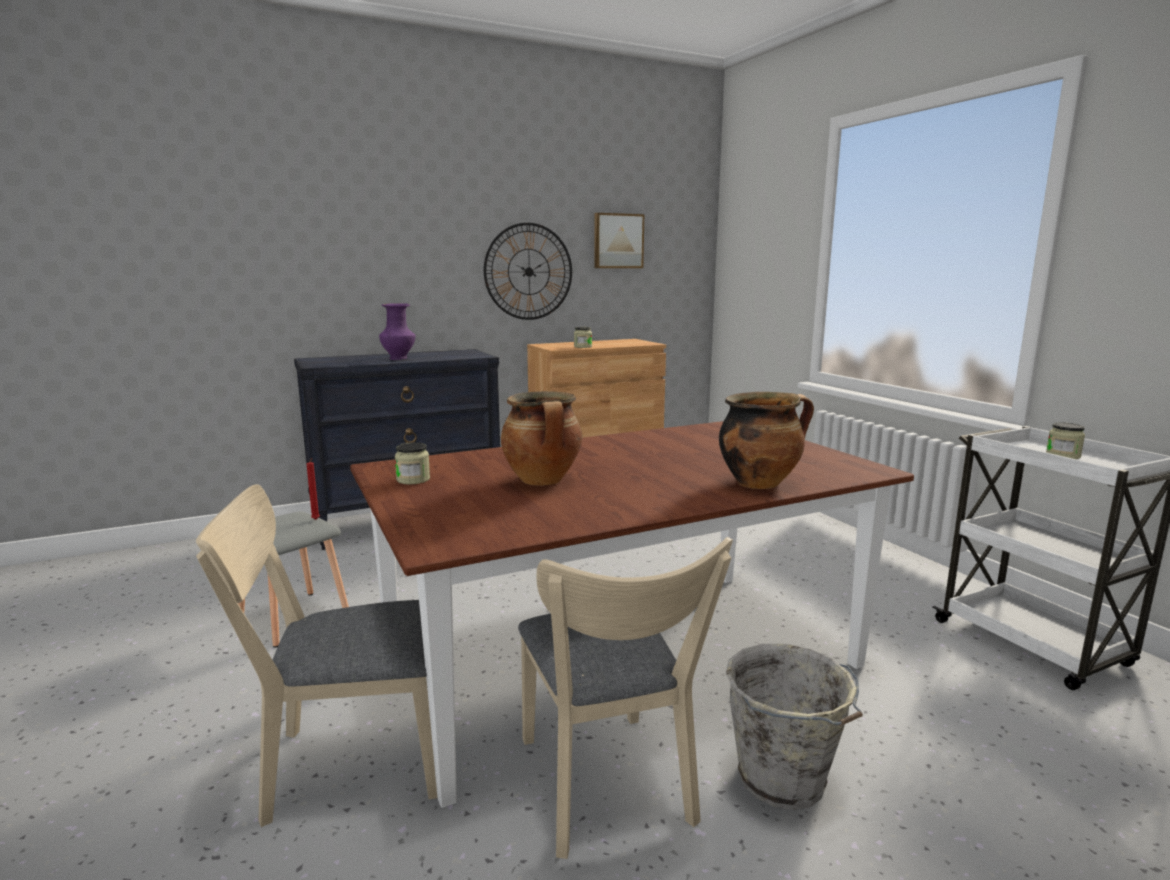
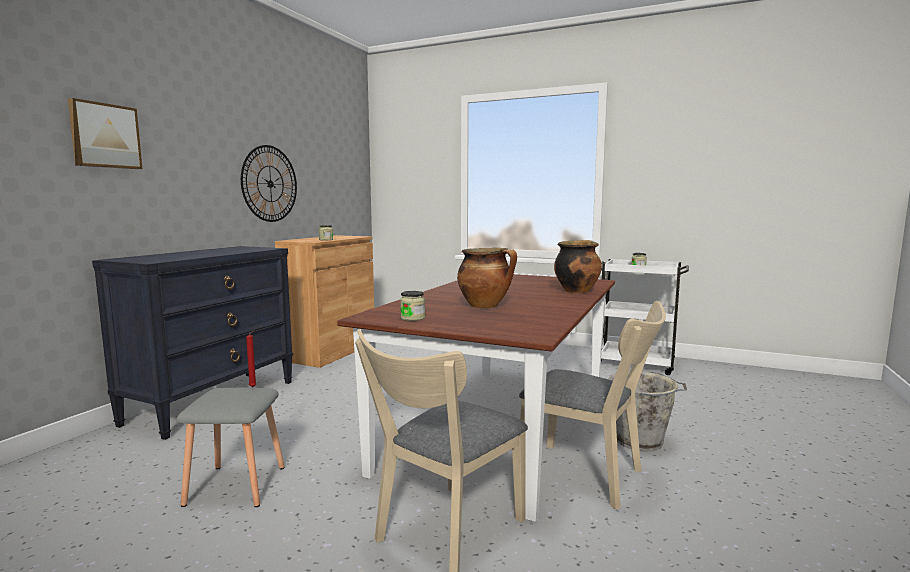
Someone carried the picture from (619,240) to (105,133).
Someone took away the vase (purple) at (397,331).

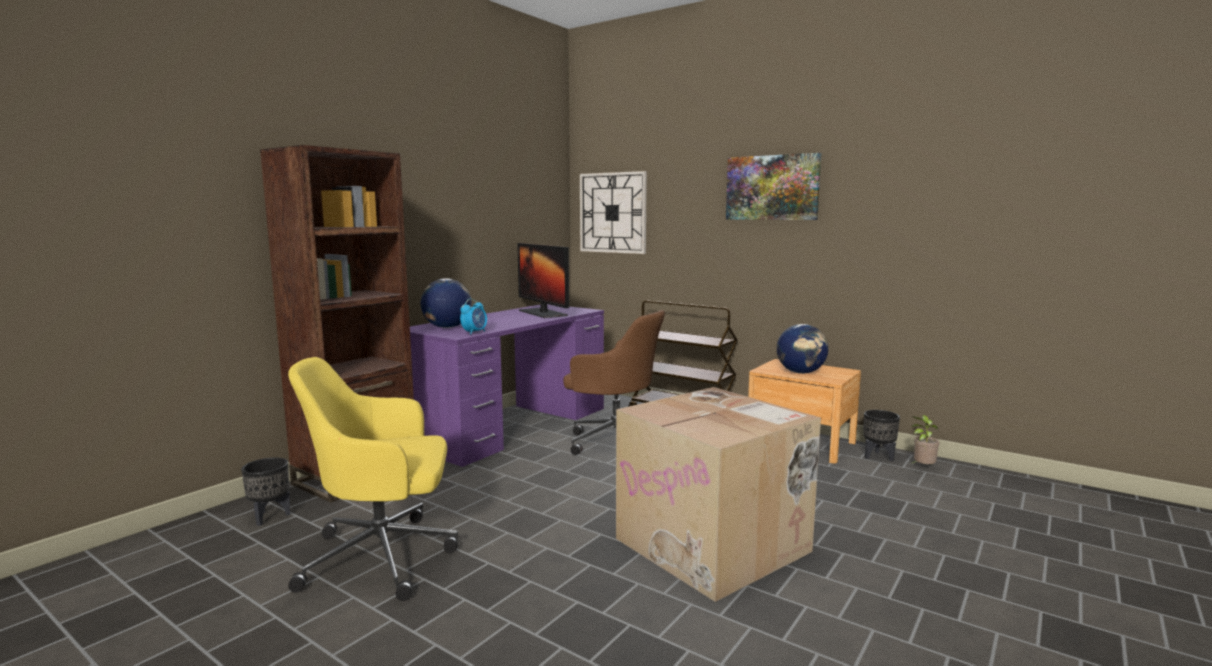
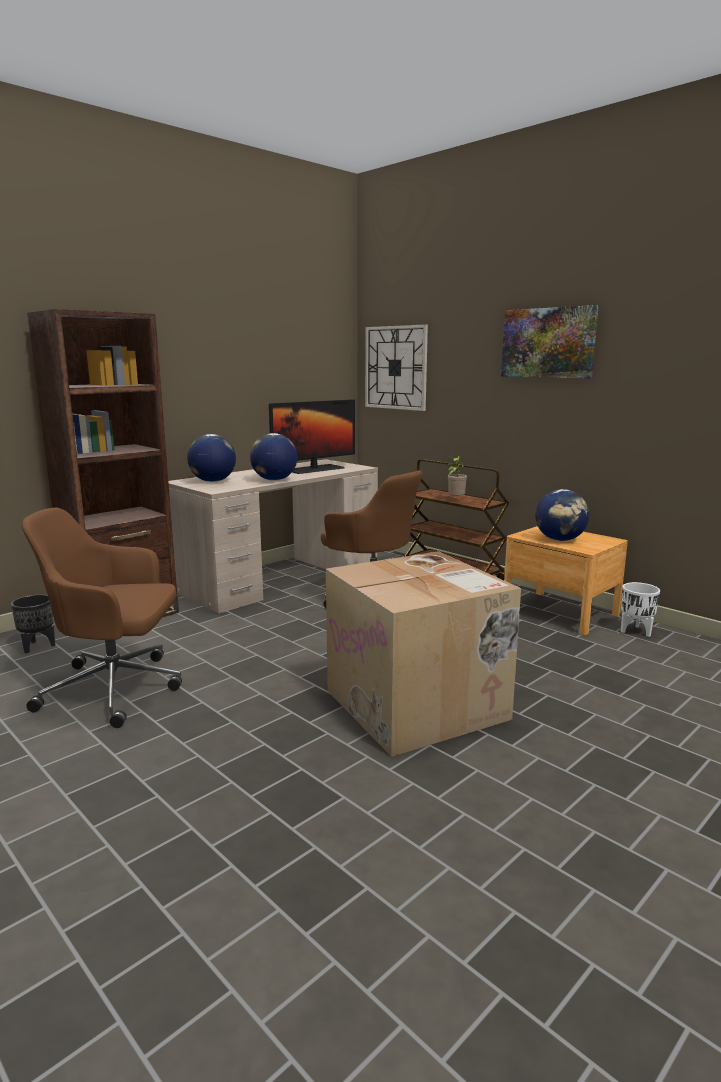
Someone rotated the monitor at (543,280) by 105 degrees counterclockwise.
Someone took away the alarm clock at (473,316).
Someone repainted the desk (purple) at (507,385), which became the desk (beige) at (273,536).
Someone repainted the office chair (yellow) at (373,479), which became the office chair (brown) at (102,618).
Someone repainted the planter (black) at (881,435), which became the planter (white) at (640,609).
Someone carried the potted plant from (925,439) to (457,477).
Someone put down the globe at (273,457).

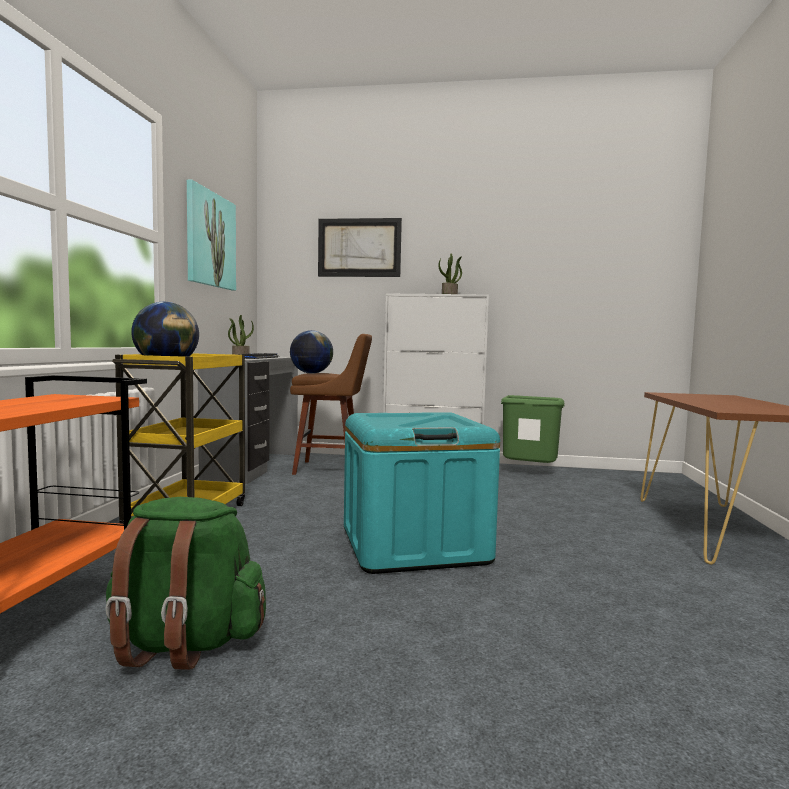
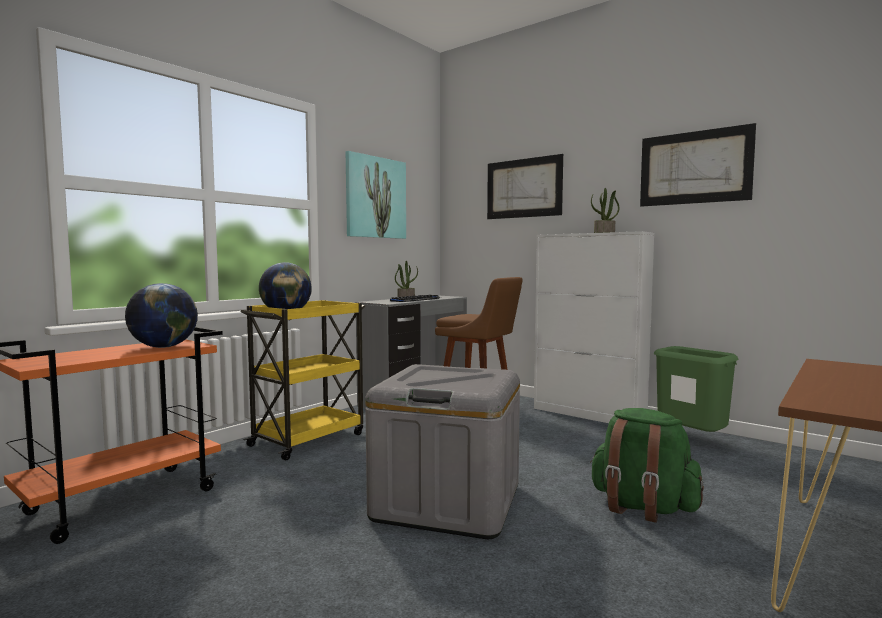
Someone carried the globe from (311,352) to (161,315).
Someone repainted the storage box (turquoise) at (422,493), which became the storage box (grey) at (442,451).
Someone carried the backpack (green) from (185,583) to (647,465).
Someone put up the picture at (698,165).

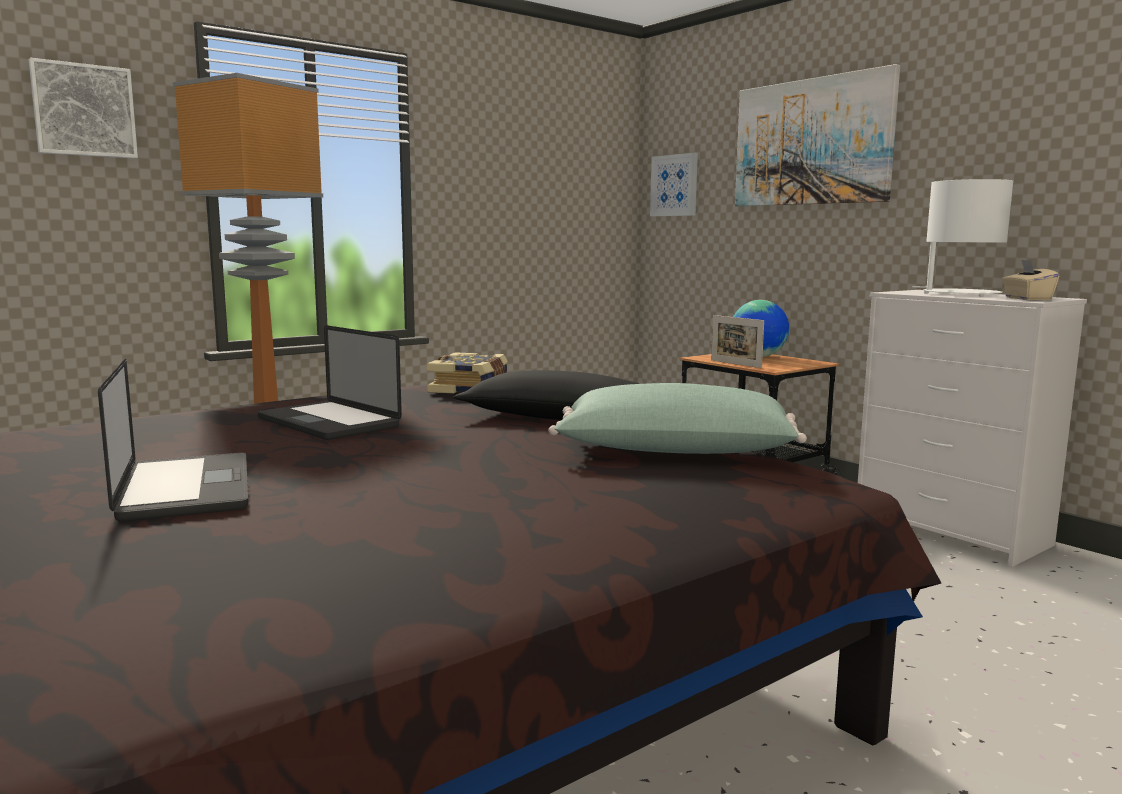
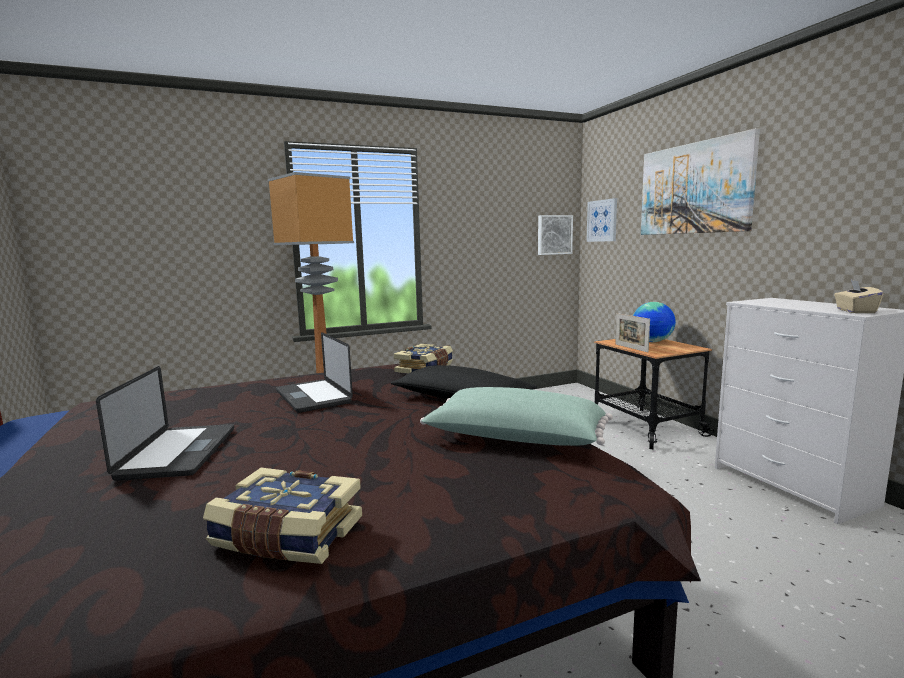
Someone carried the picture from (83,108) to (555,235).
Someone took away the table lamp (white) at (963,238).
Someone put down the book at (282,516).

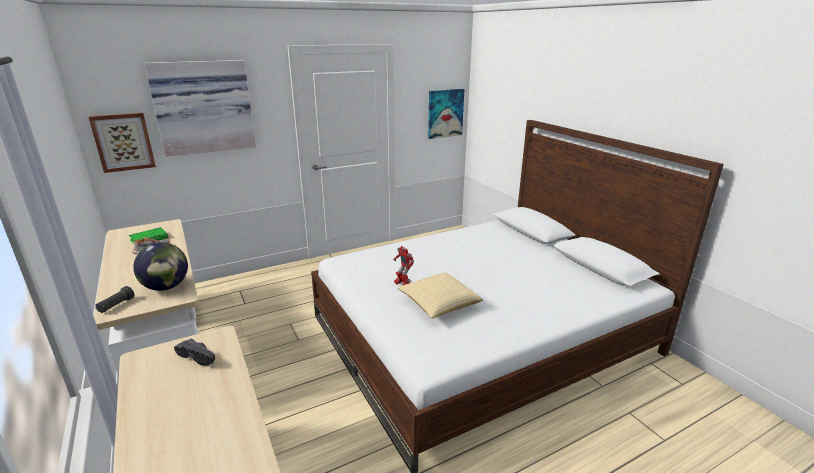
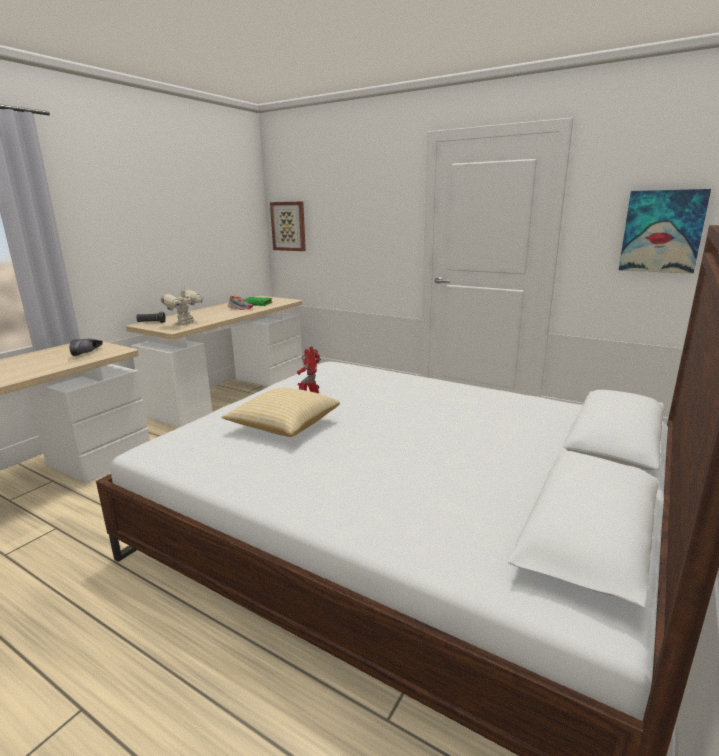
Someone took away the picture at (200,108).
Someone swapped the globe at (160,266) for the toy robot at (182,306).

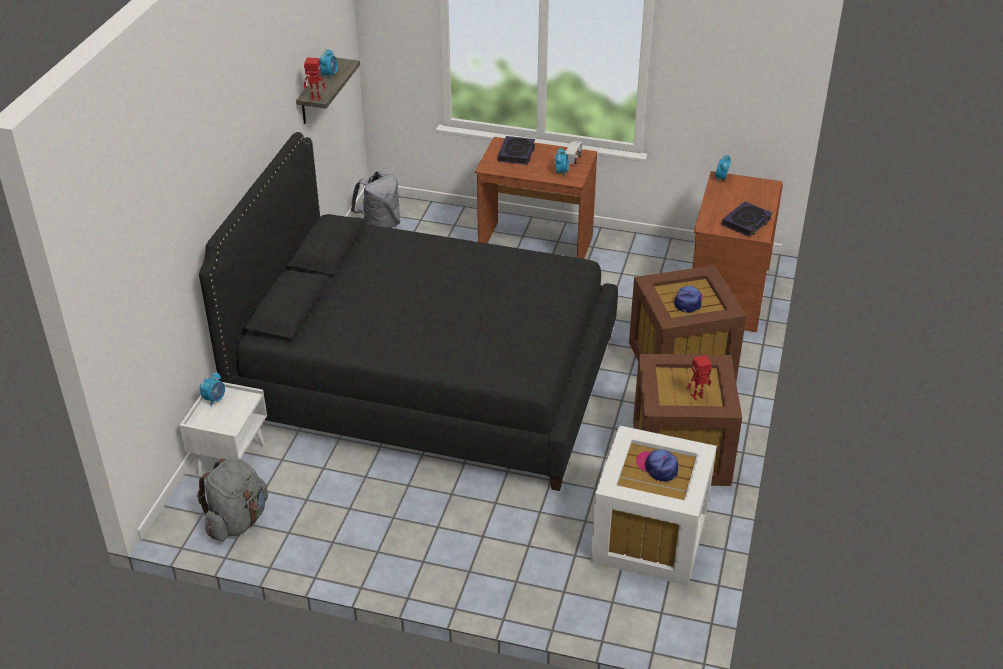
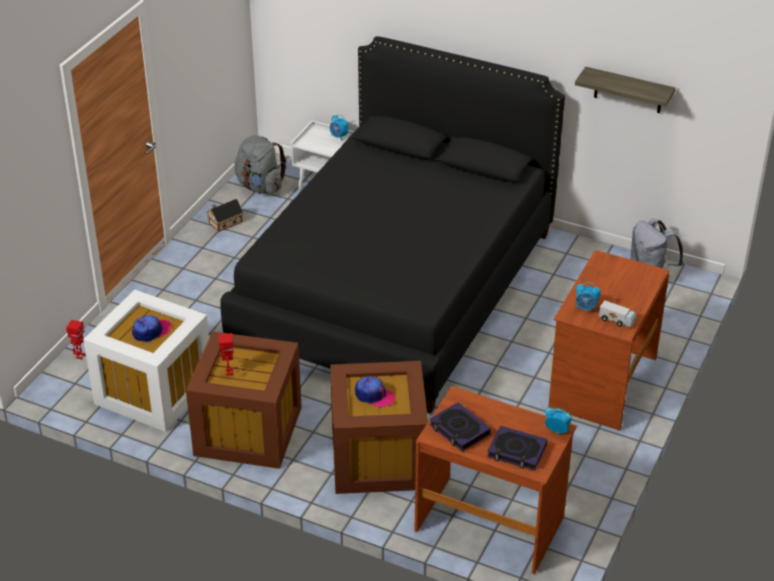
Someone took away the alarm clock at (329,64).
Someone carried the toy robot from (315,79) to (76,340).
Someone carried the book from (516,150) to (517,448).
Someone put down the toy house at (224,215).

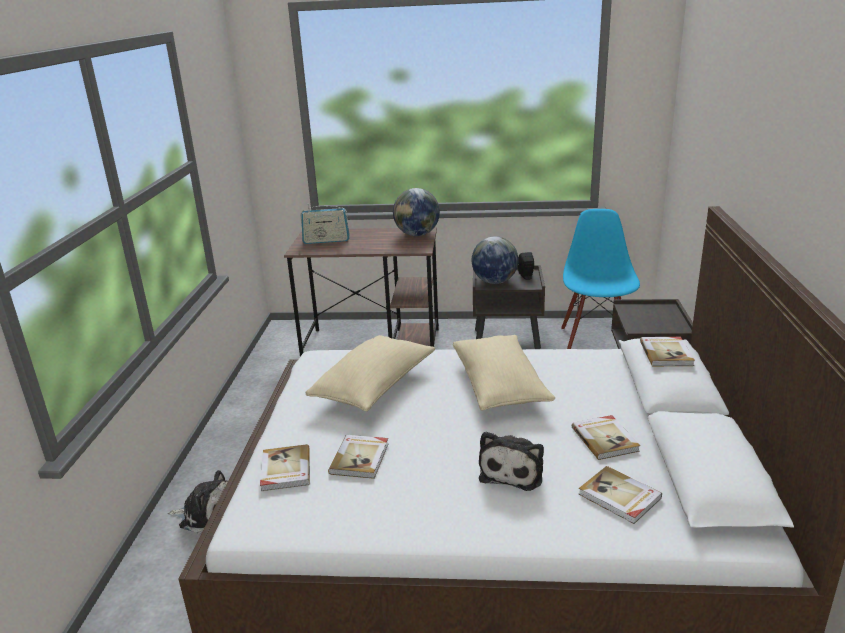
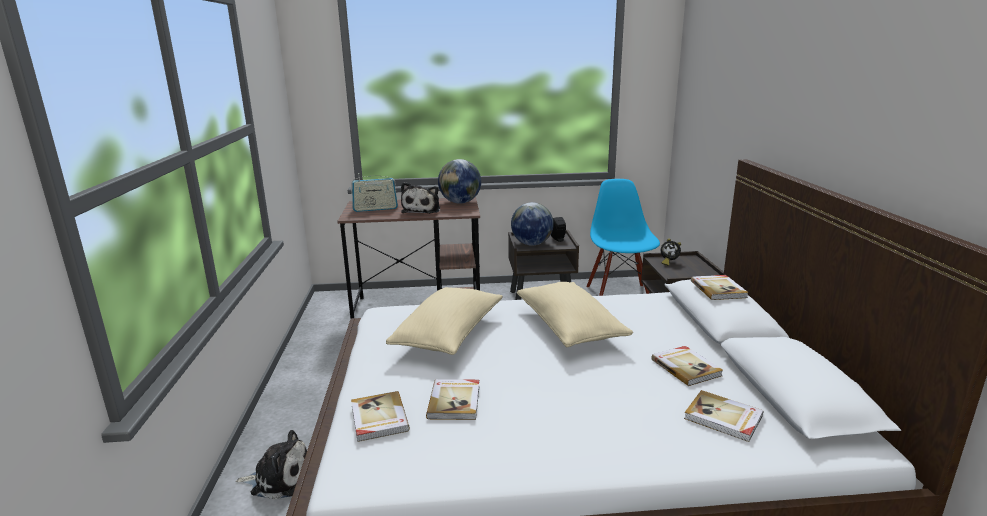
Someone carried the plush toy from (511,461) to (420,198).
Someone put down the alarm clock at (671,252).

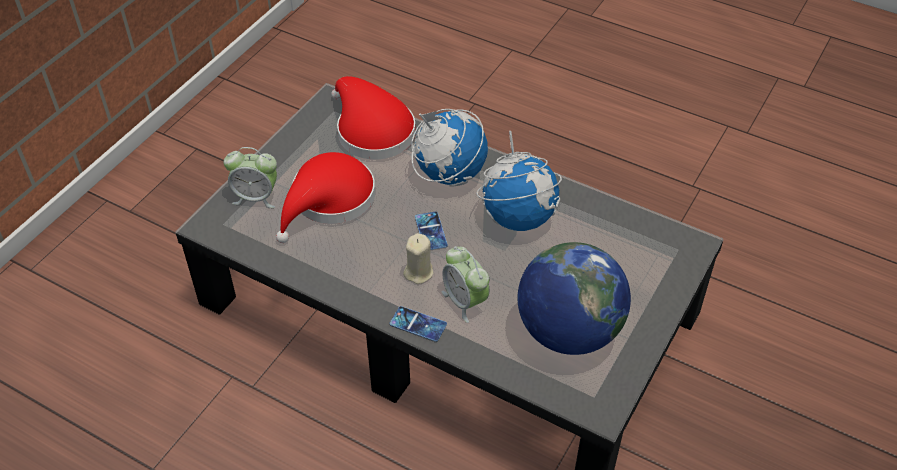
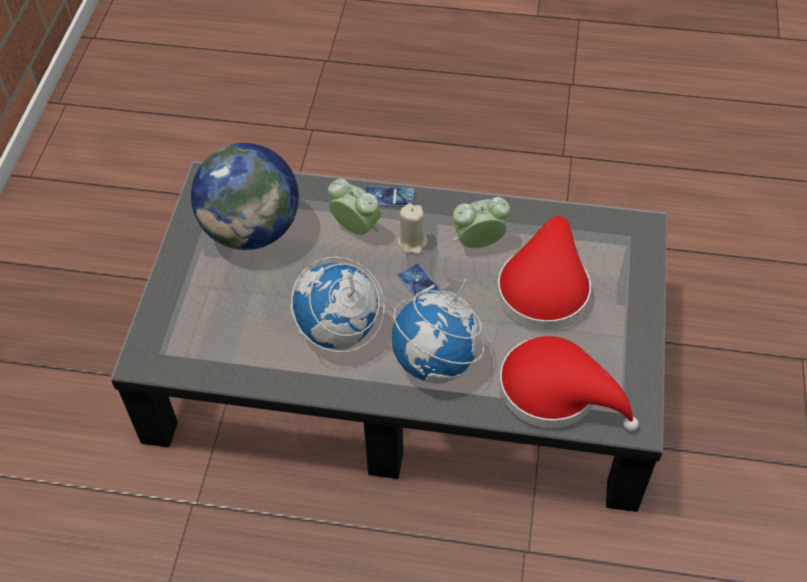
Someone carried the alarm clock from (250,177) to (481,222).

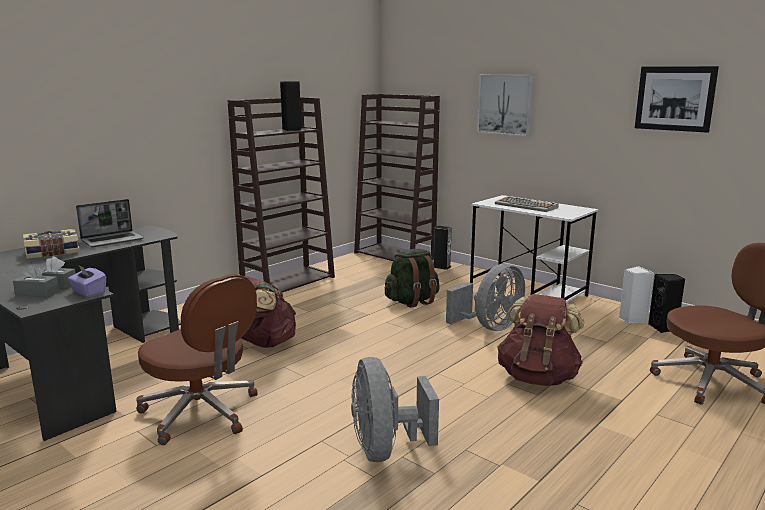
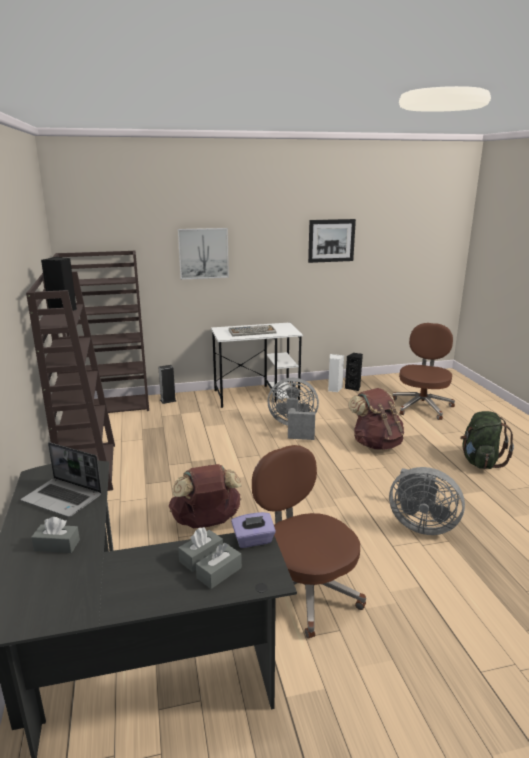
Someone rotated the laptop at (110,223) by 120 degrees clockwise.
Someone swapped the book at (51,244) for the tissue box (grey) at (55,535).
Someone carried the backpack (green) from (412,278) to (487,440).
Someone rotated the fan (grey) at (485,297) by 75 degrees counterclockwise.
Someone rotated the office chair (brown) at (197,359) by 105 degrees counterclockwise.

